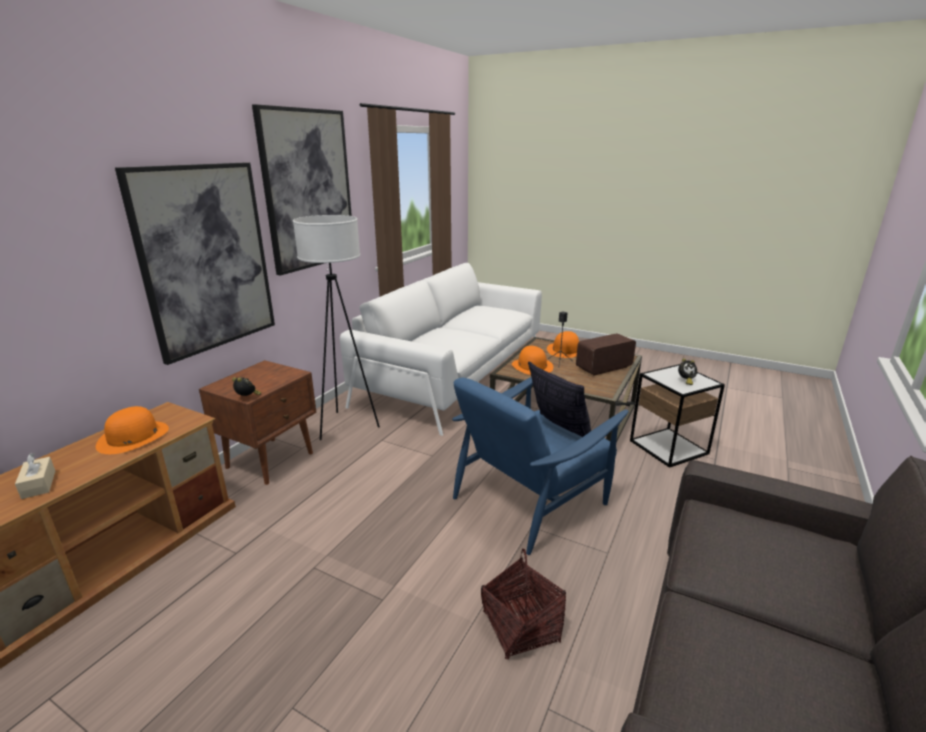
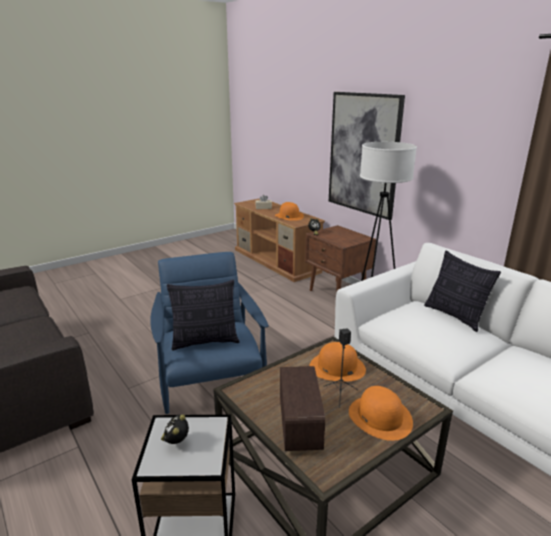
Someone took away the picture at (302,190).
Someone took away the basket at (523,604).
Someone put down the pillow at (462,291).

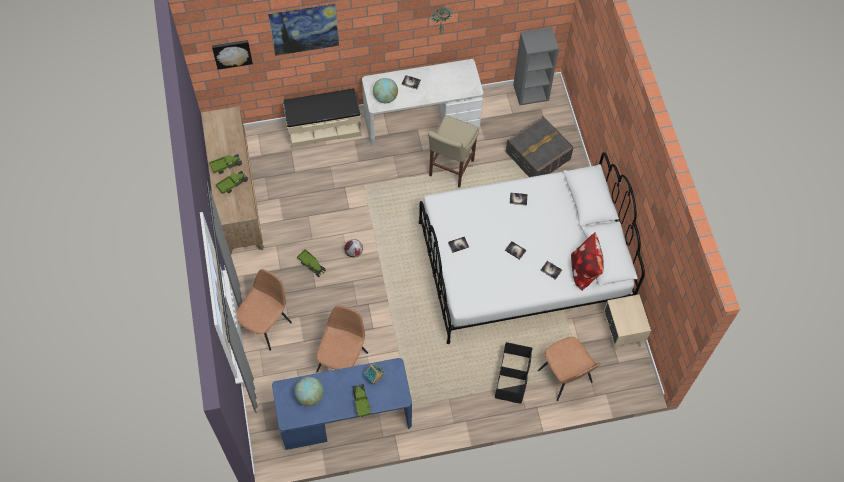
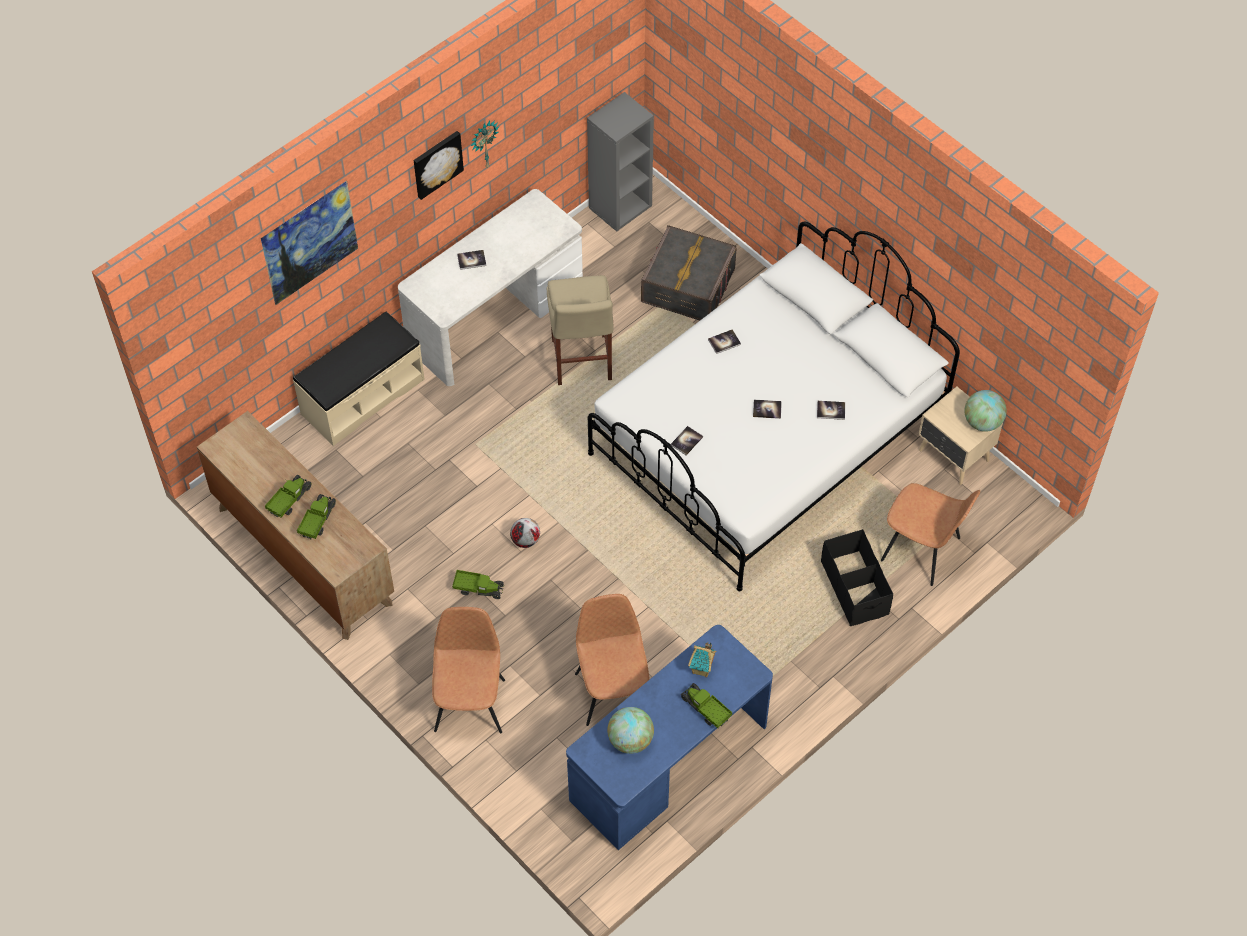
Someone carried the picture from (232,55) to (439,165).
Someone carried the globe from (385,90) to (985,411).
Someone took away the pillow at (587,262).

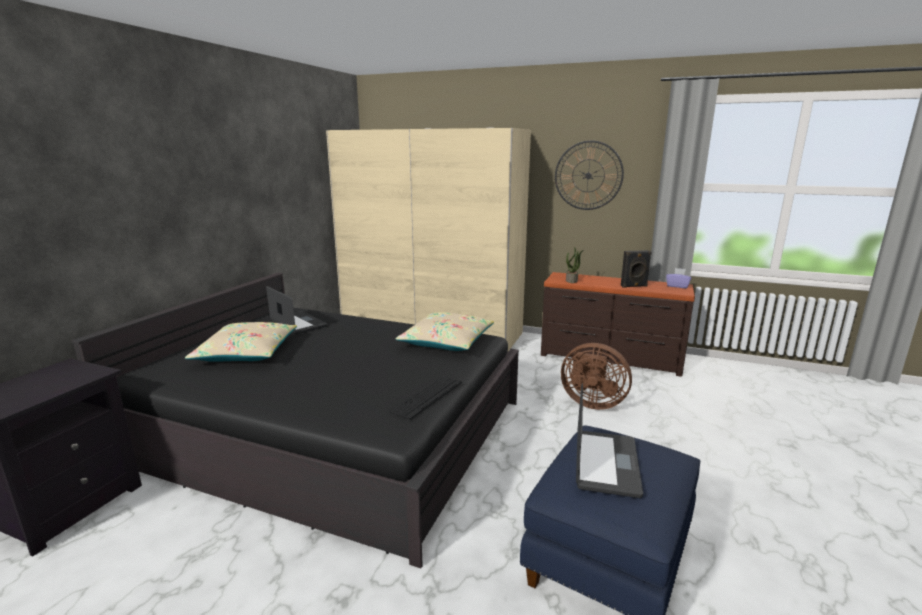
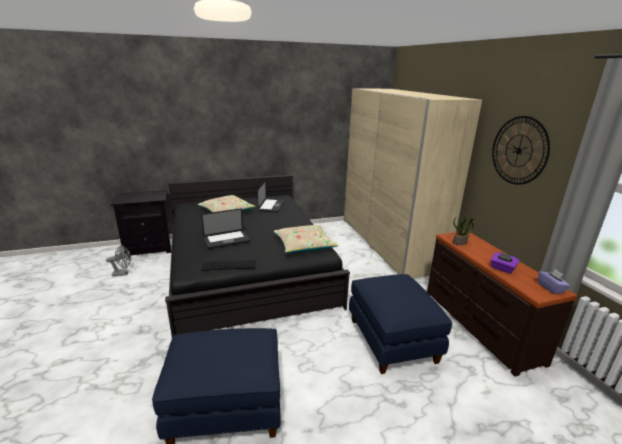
Someone swapped the speaker (black) at (636,269) for the tissue box (purple) at (505,263).
Someone swapped the fan (brown) at (596,376) for the ottoman (blue) at (400,324).
Someone carried the laptop from (609,440) to (225,228).
Someone put down the fan (grey) at (118,260).

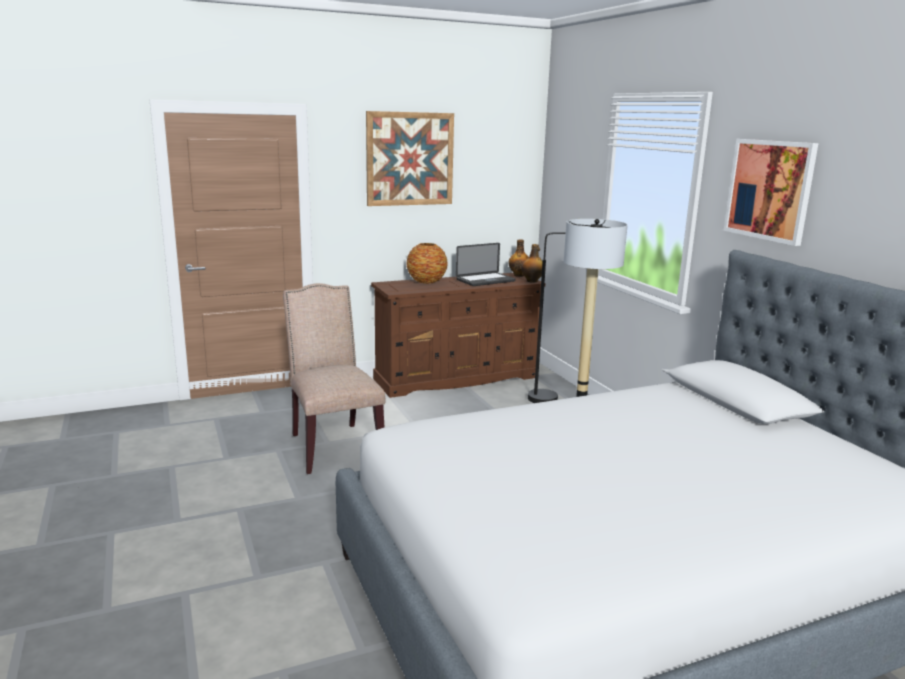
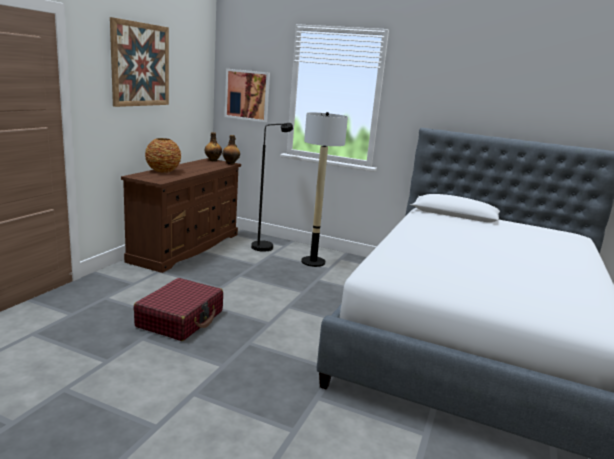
Someone carried the picture from (771,192) to (247,95).
Someone took away the laptop at (486,264).
Someone swapped the chair (beige) at (334,378) for the suitcase (red) at (178,309).

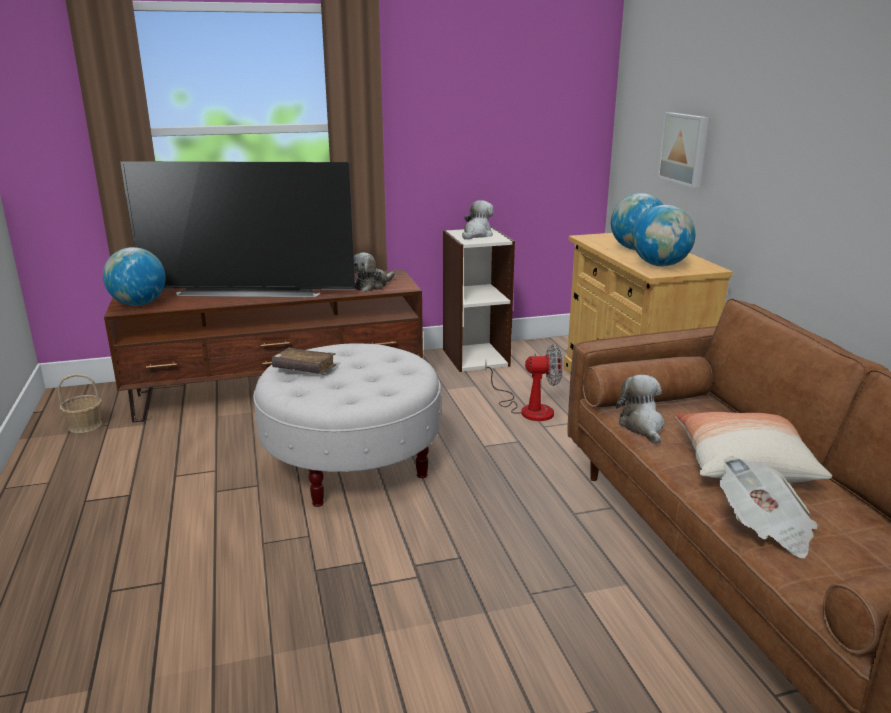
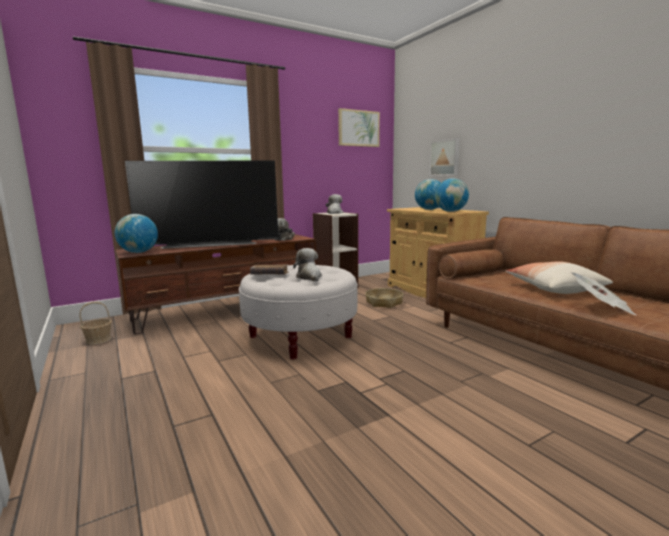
Someone swapped the fan at (524,382) for the basket at (384,298).
Someone carried the plush toy from (640,409) to (307,265).
Someone put up the picture at (359,127).

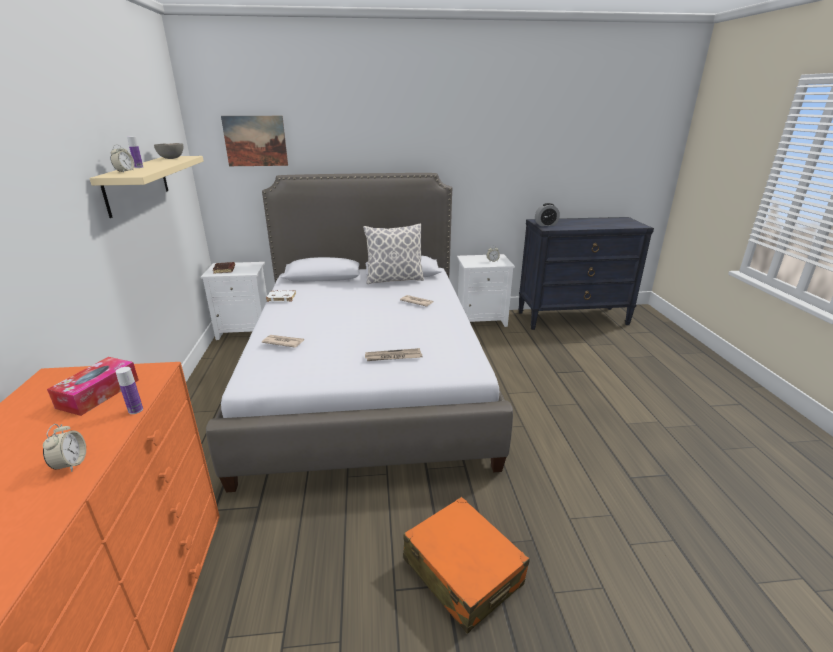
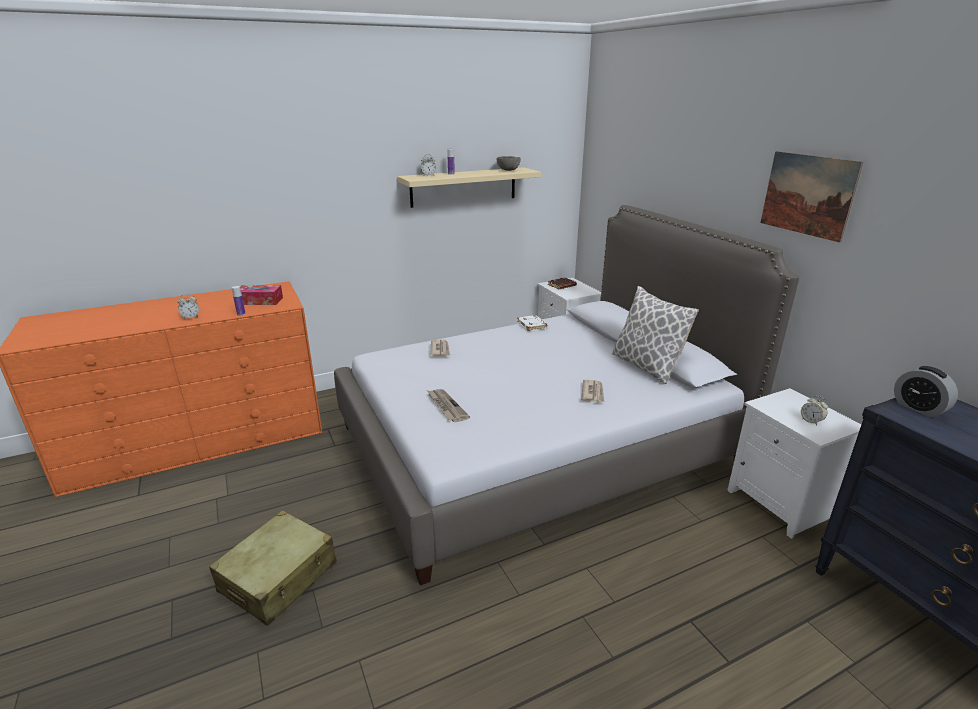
Someone carried the picture from (254,141) to (811,197).
Someone repainted the suitcase (orange) at (466,565), which became the suitcase (beige) at (273,568).

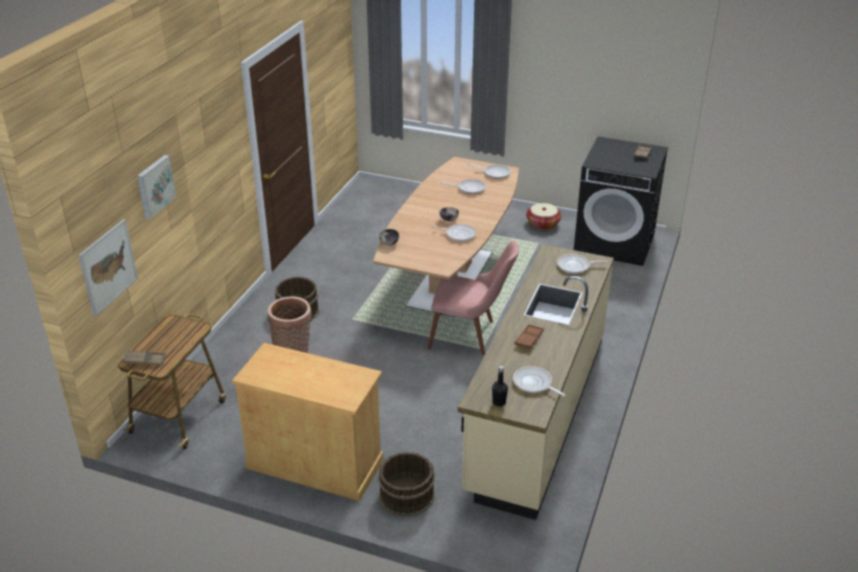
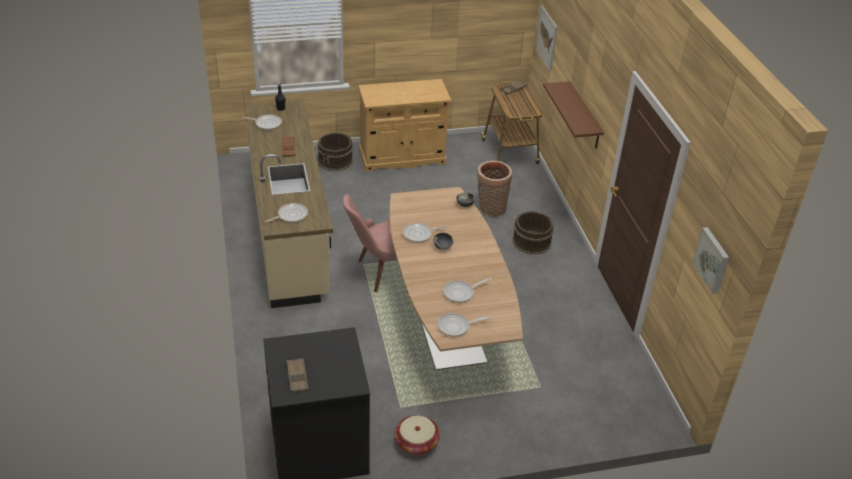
Someone carried the picture from (156,187) to (710,260).
Someone put up the shelf (brown) at (573,115).

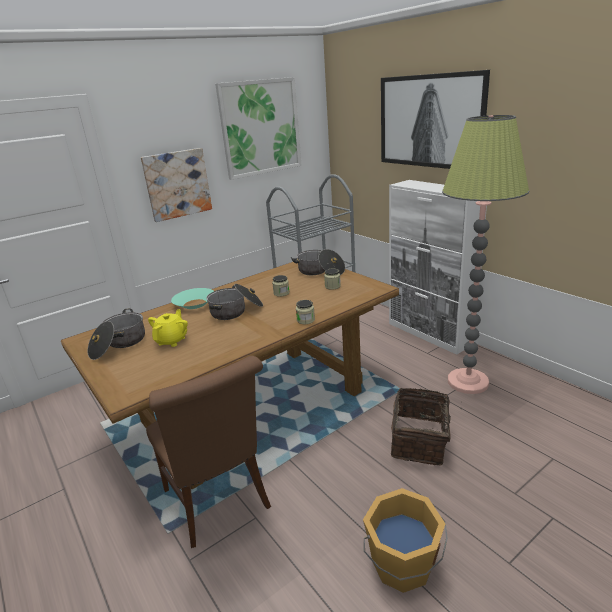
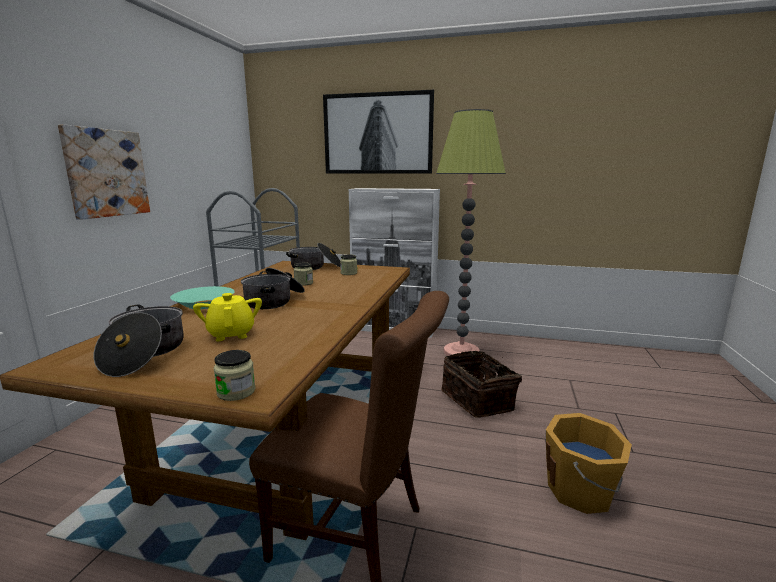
Someone took away the picture at (258,128).
Someone carried the jar from (305,312) to (234,375).

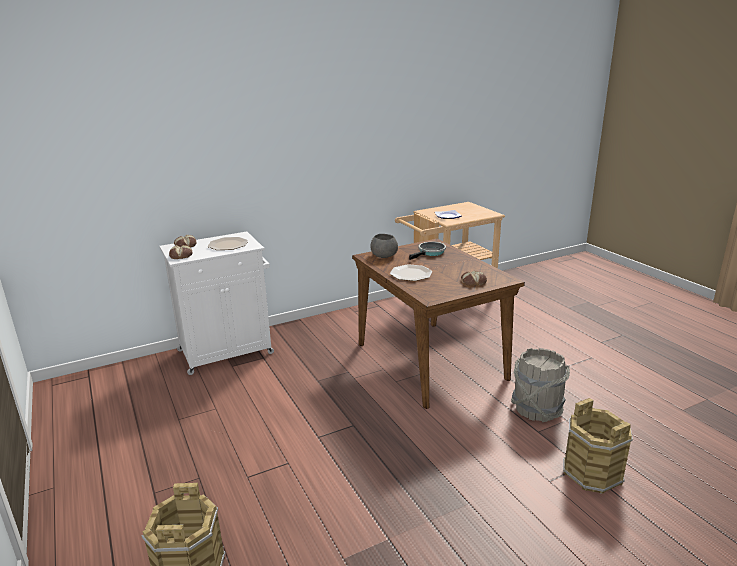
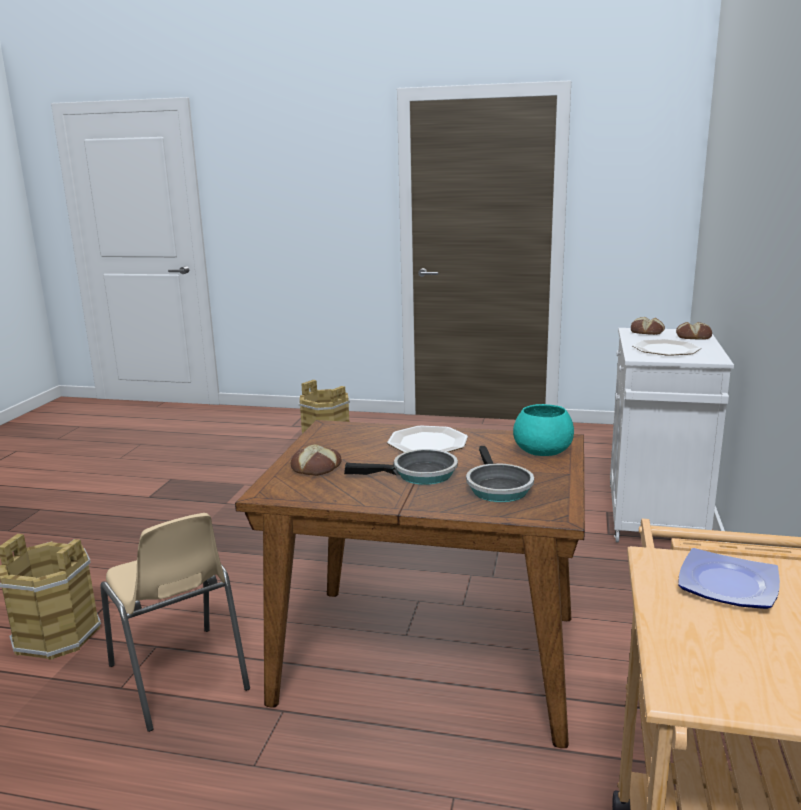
Someone repainted the bowl (grey) at (384,246), which became the bowl (turquoise) at (543,430).
Someone swapped the bucket (grey) at (540,385) for the chair (beige) at (175,622).
Someone put down the frying pan at (401,467).

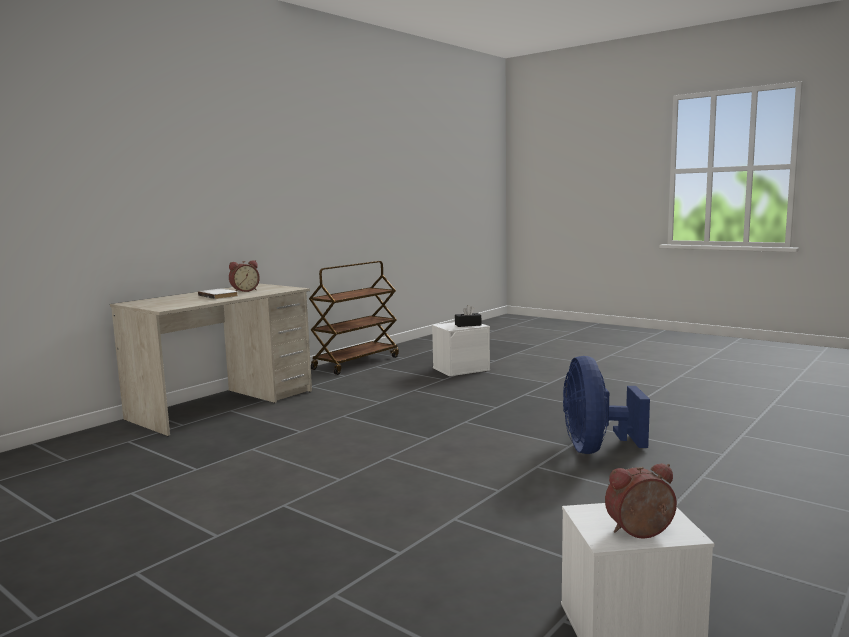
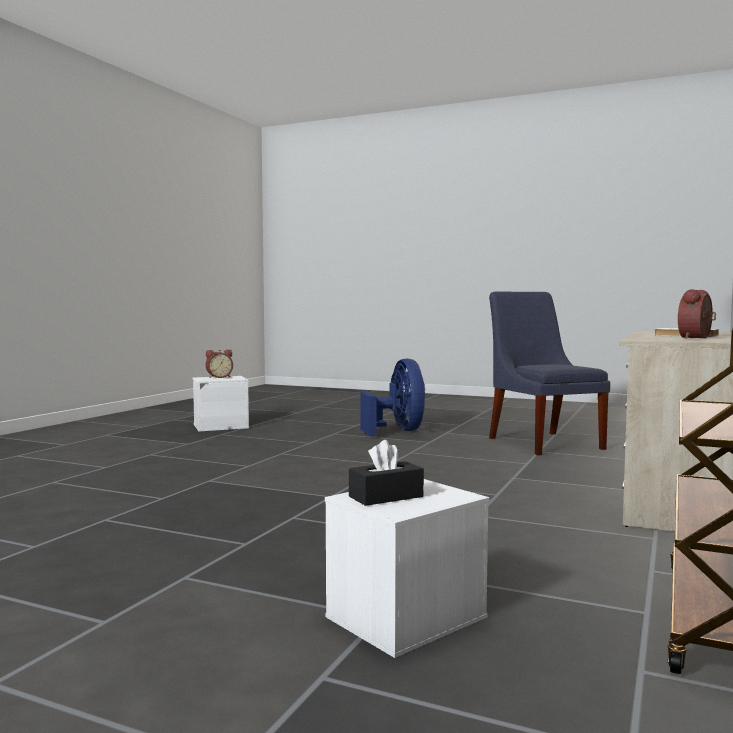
Someone carried the fan (blue) from (606,405) to (393,397).
Someone put down the chair (blue) at (549,373).

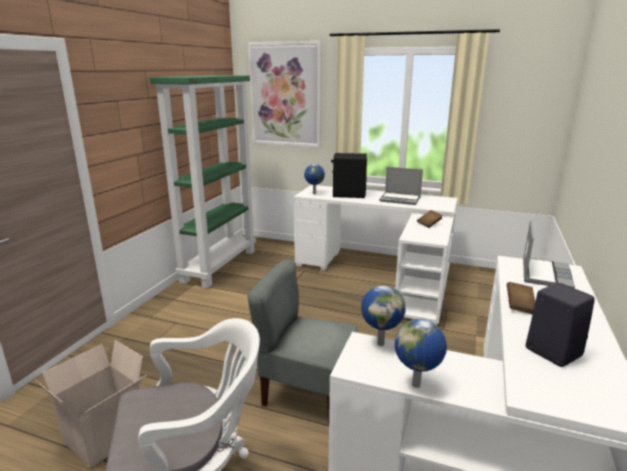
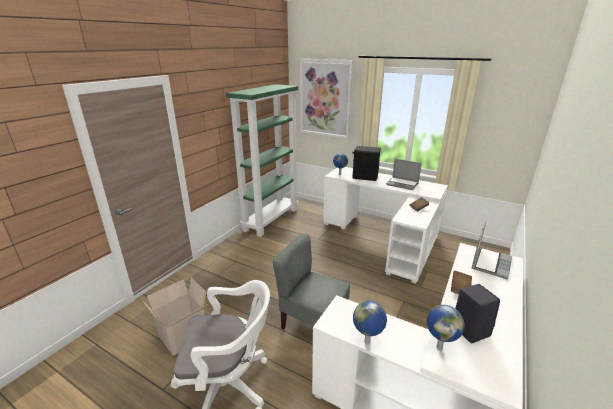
Someone carried the globe from (383,315) to (446,327).

